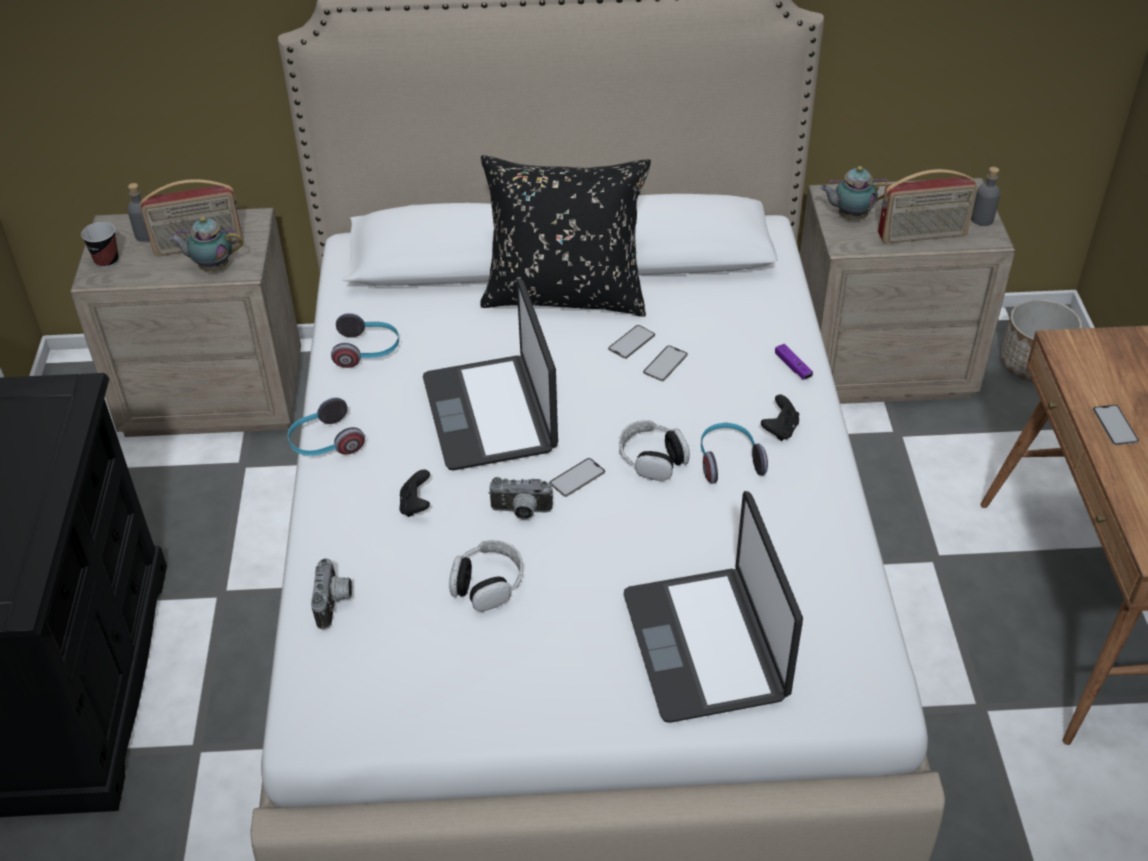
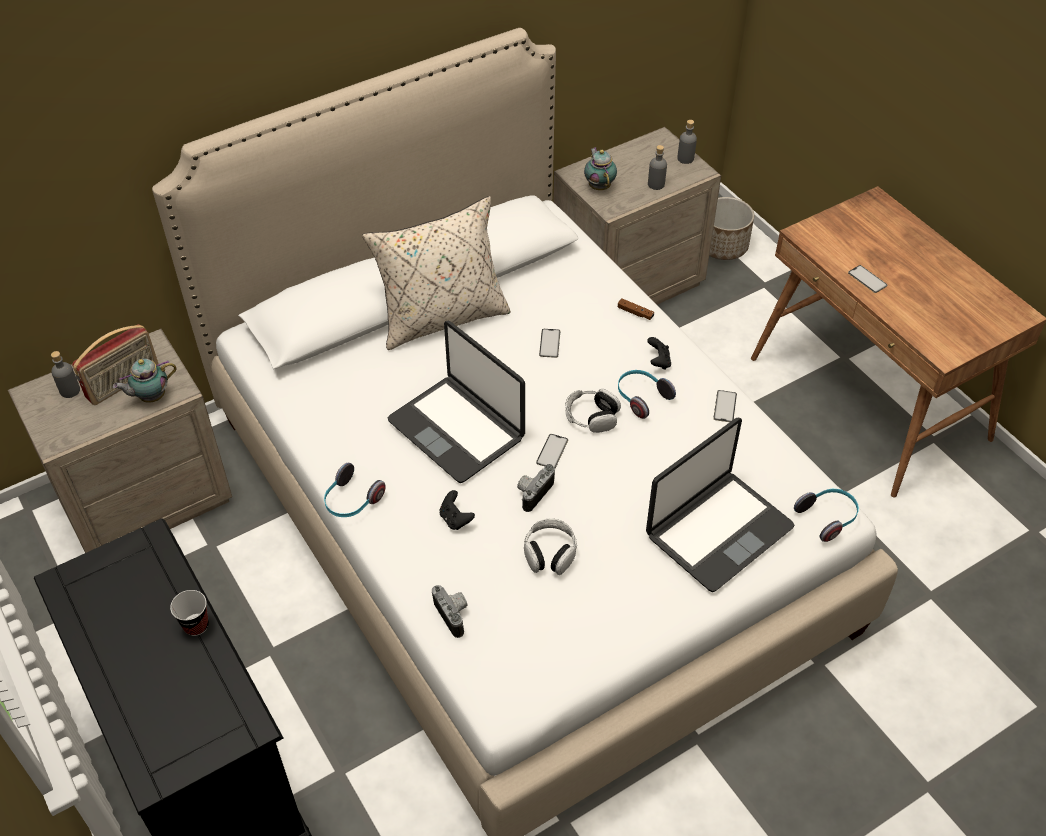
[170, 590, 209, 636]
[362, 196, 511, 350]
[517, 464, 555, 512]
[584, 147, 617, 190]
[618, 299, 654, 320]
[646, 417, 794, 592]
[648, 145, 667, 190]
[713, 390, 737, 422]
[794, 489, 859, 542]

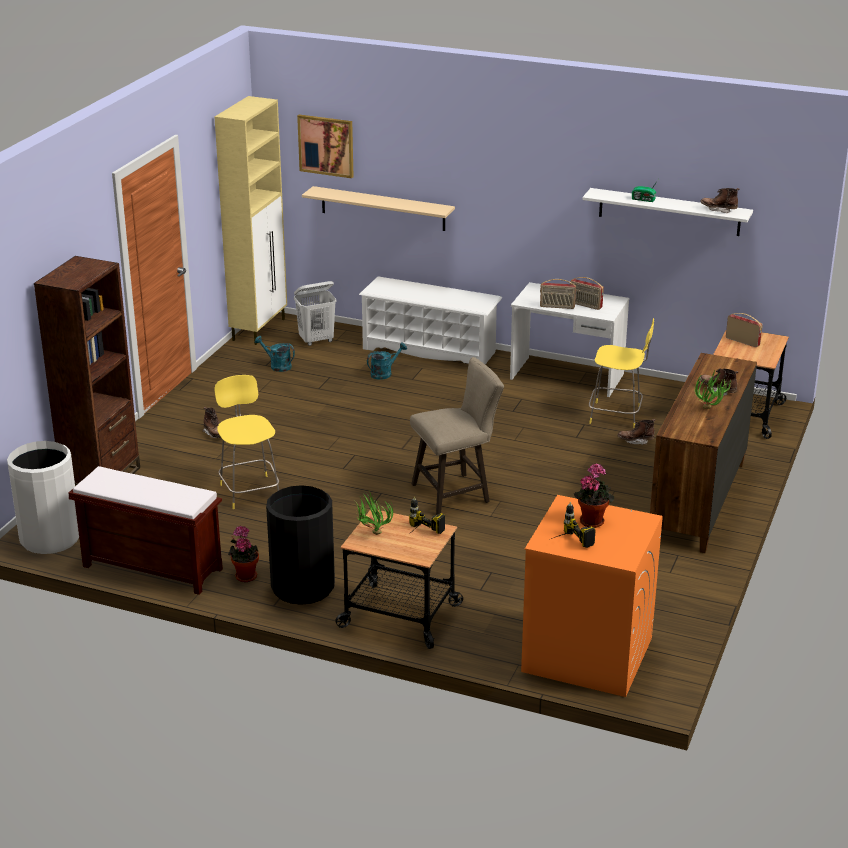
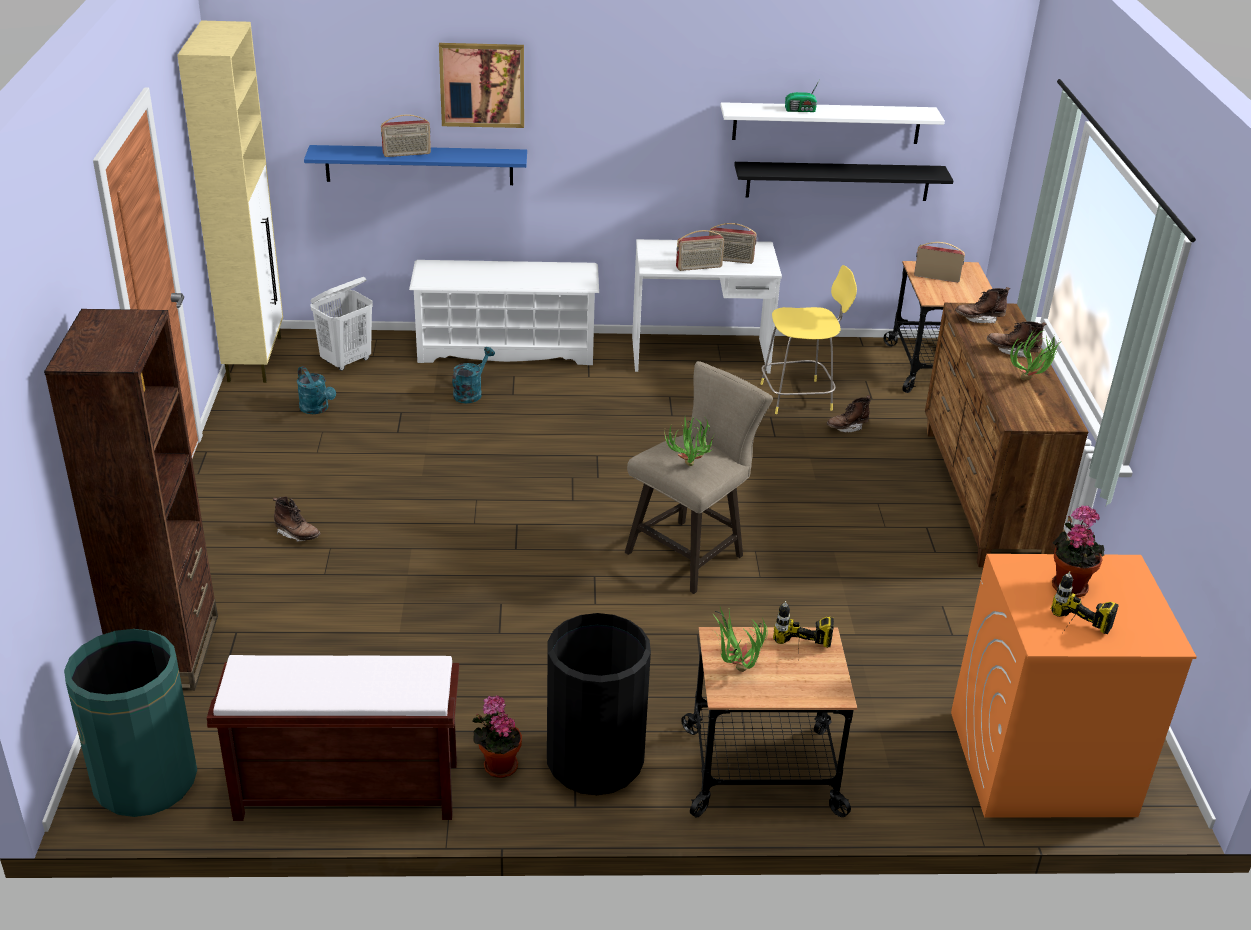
[64, 629, 197, 817]
[297, 366, 336, 414]
[304, 145, 527, 185]
[381, 114, 431, 157]
[439, 43, 524, 128]
[664, 415, 714, 466]
[734, 162, 954, 201]
[955, 287, 1010, 323]
[215, 375, 279, 509] (first image)

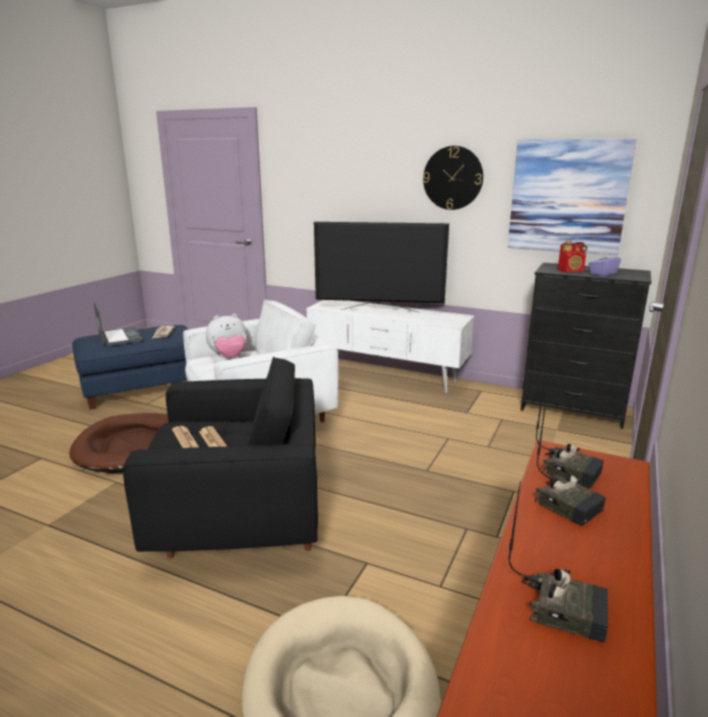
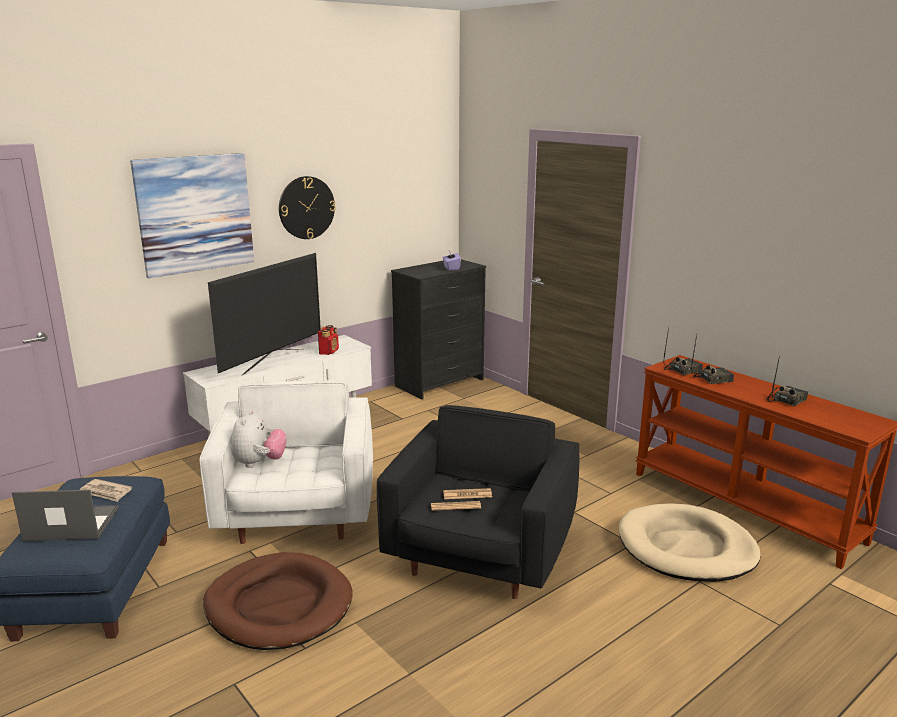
[130, 153, 254, 278]
[318, 325, 339, 355]

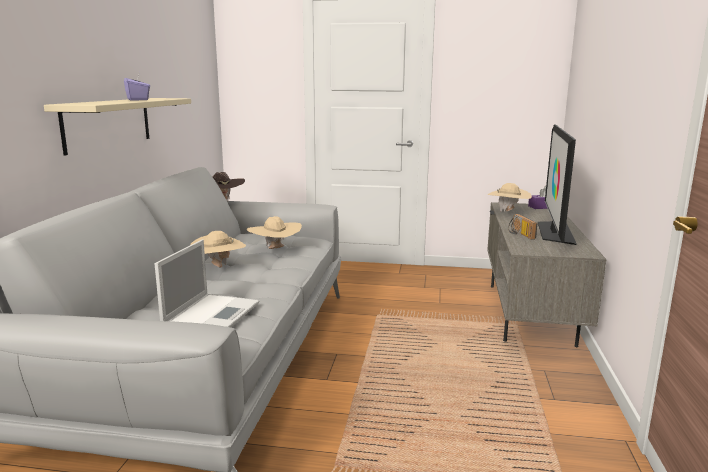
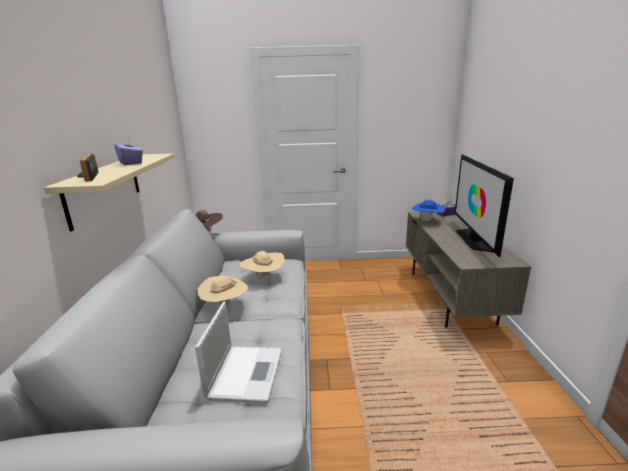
[77, 154, 99, 182]
[412, 200, 445, 222]

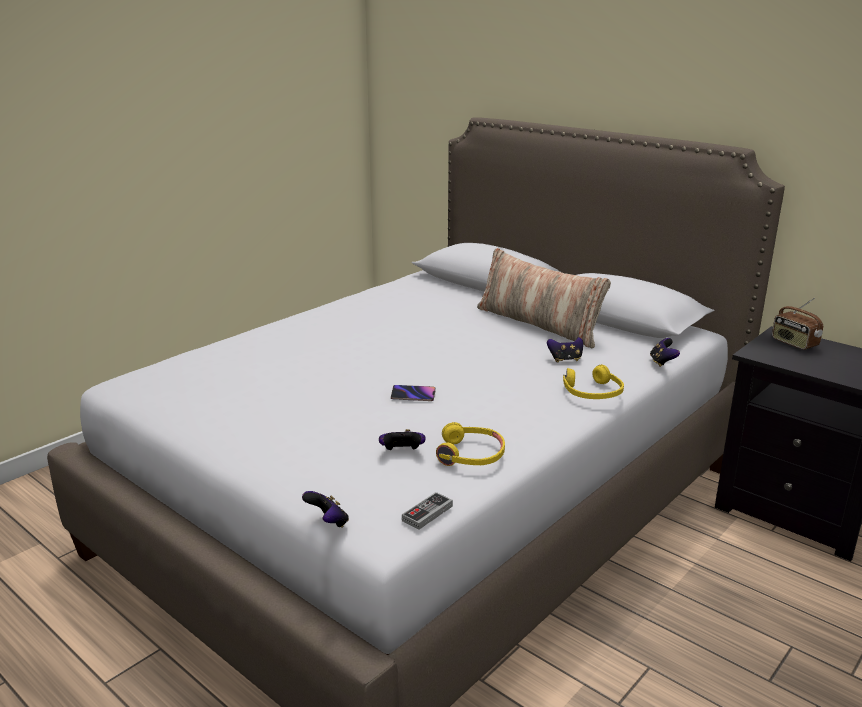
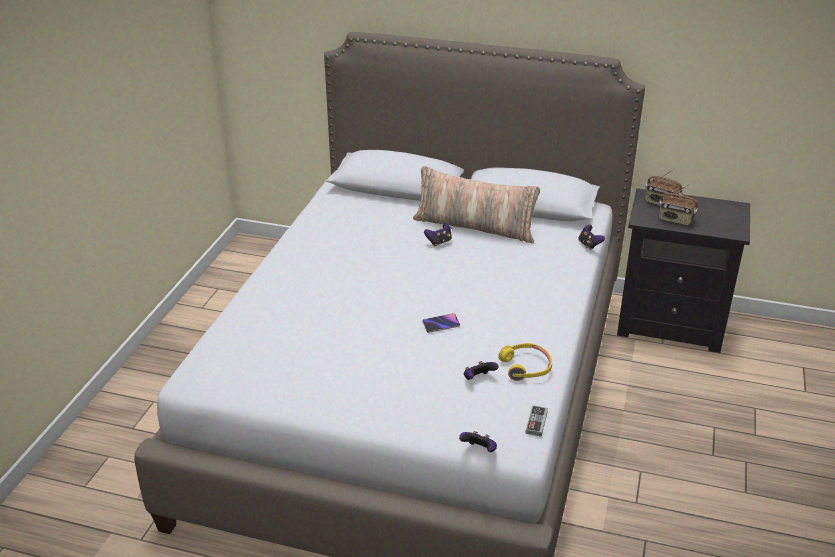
[424, 223, 452, 247]
[659, 185, 698, 225]
[563, 364, 624, 399] (first image)

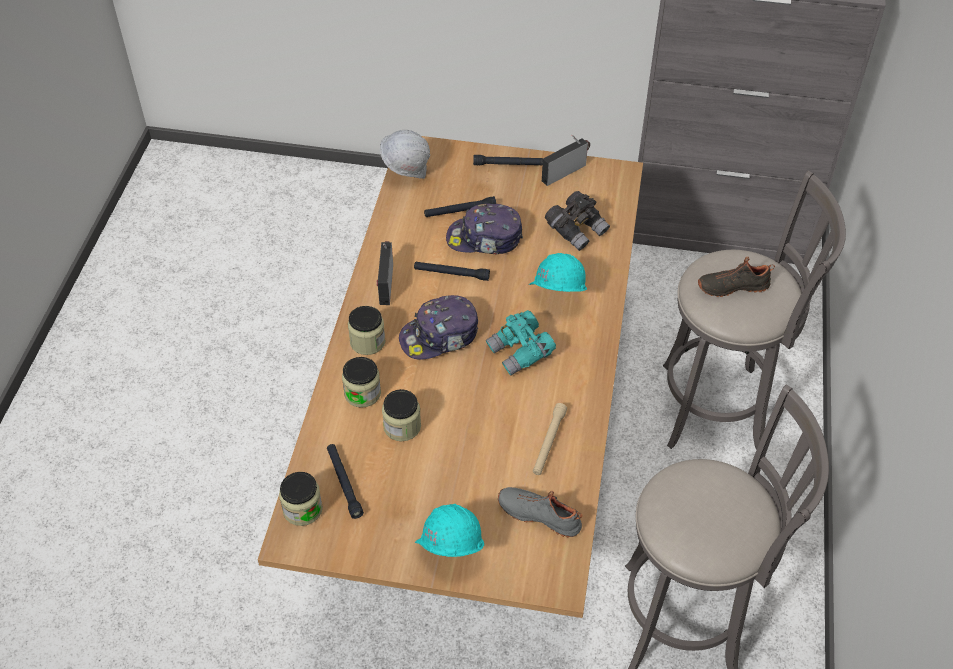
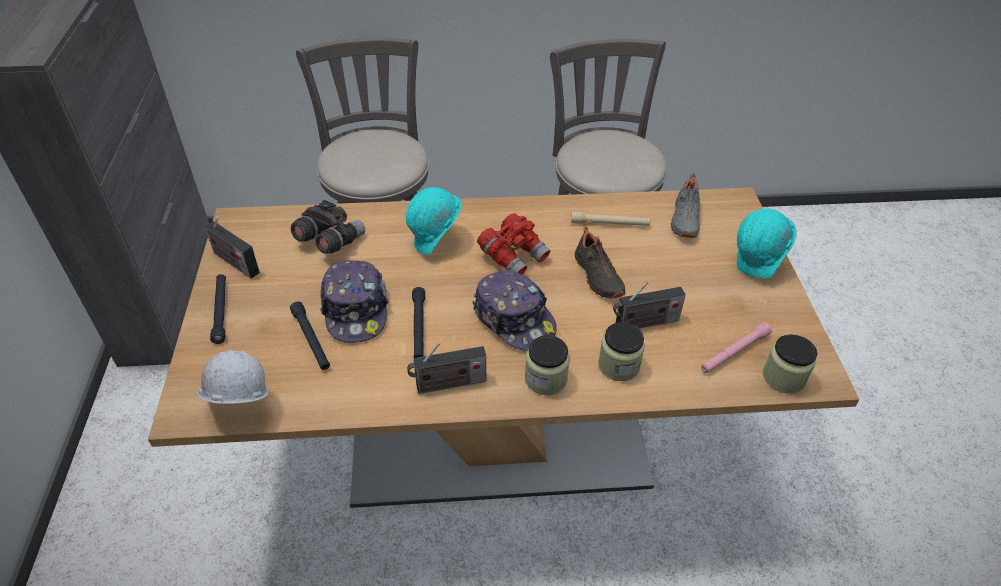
[477, 213, 550, 274]
[575, 227, 625, 298]
[613, 282, 686, 328]
[701, 322, 772, 373]

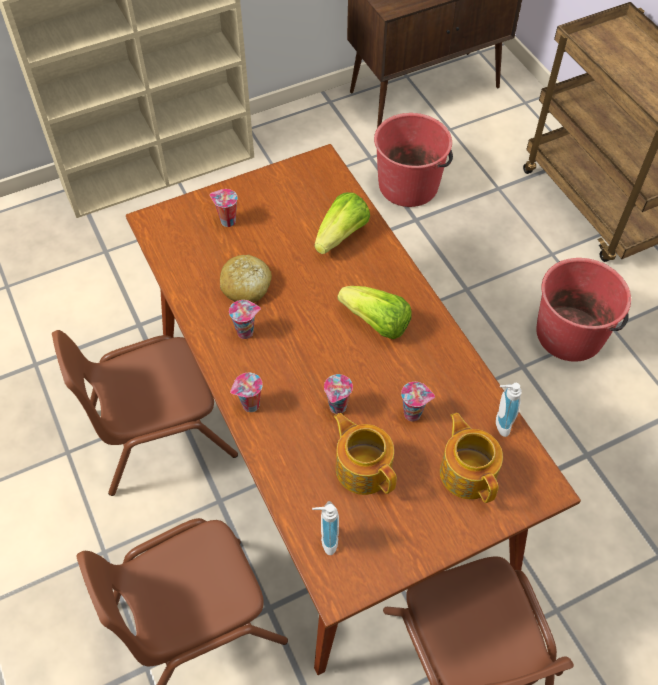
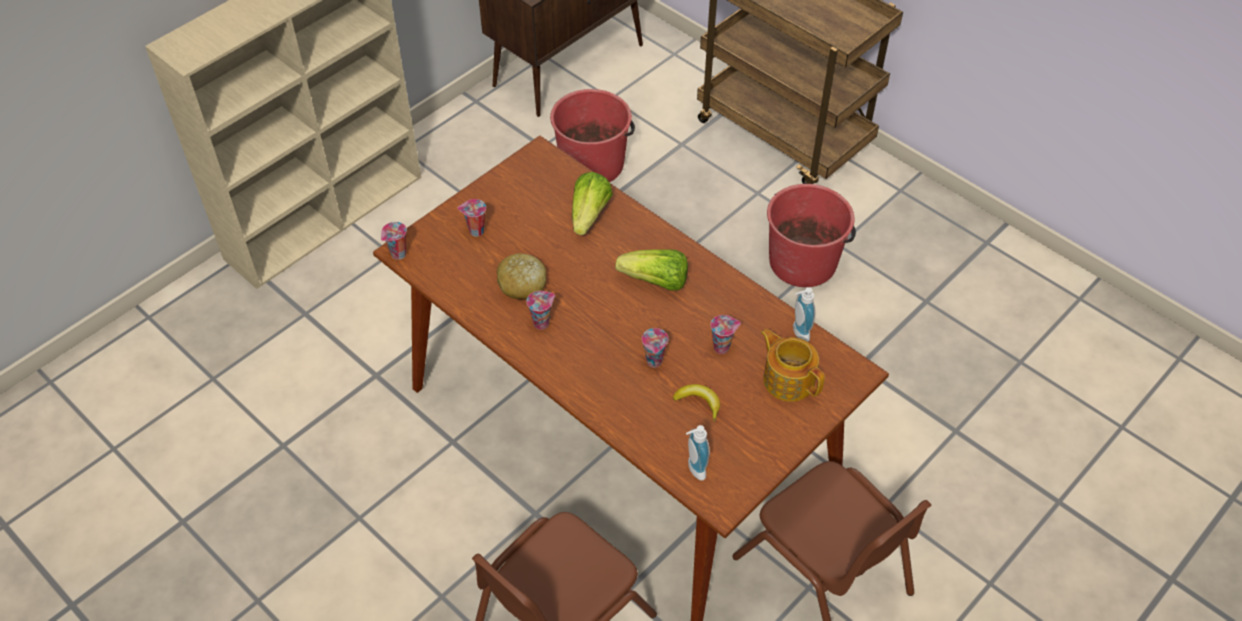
[381, 222, 407, 260]
[673, 384, 720, 422]
[52, 330, 238, 496] (first image)

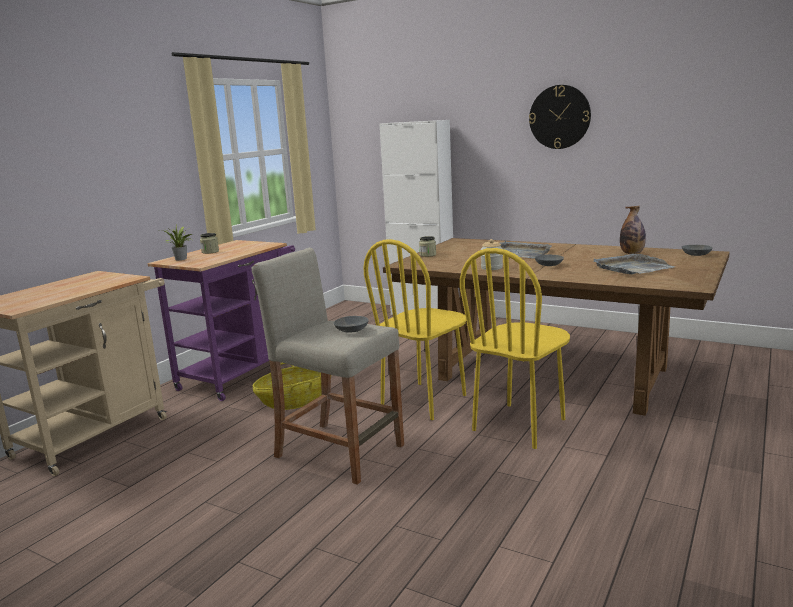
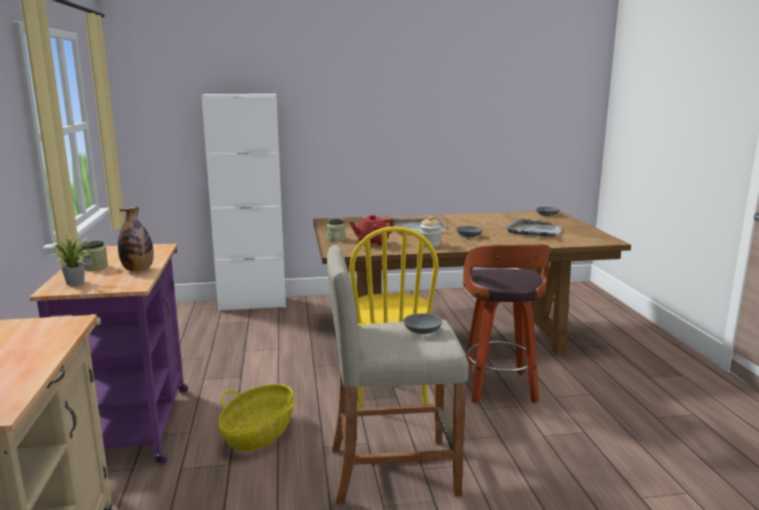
[118, 206, 154, 271]
[349, 215, 394, 246]
[463, 244, 551, 404]
[529, 85, 591, 149] (first image)

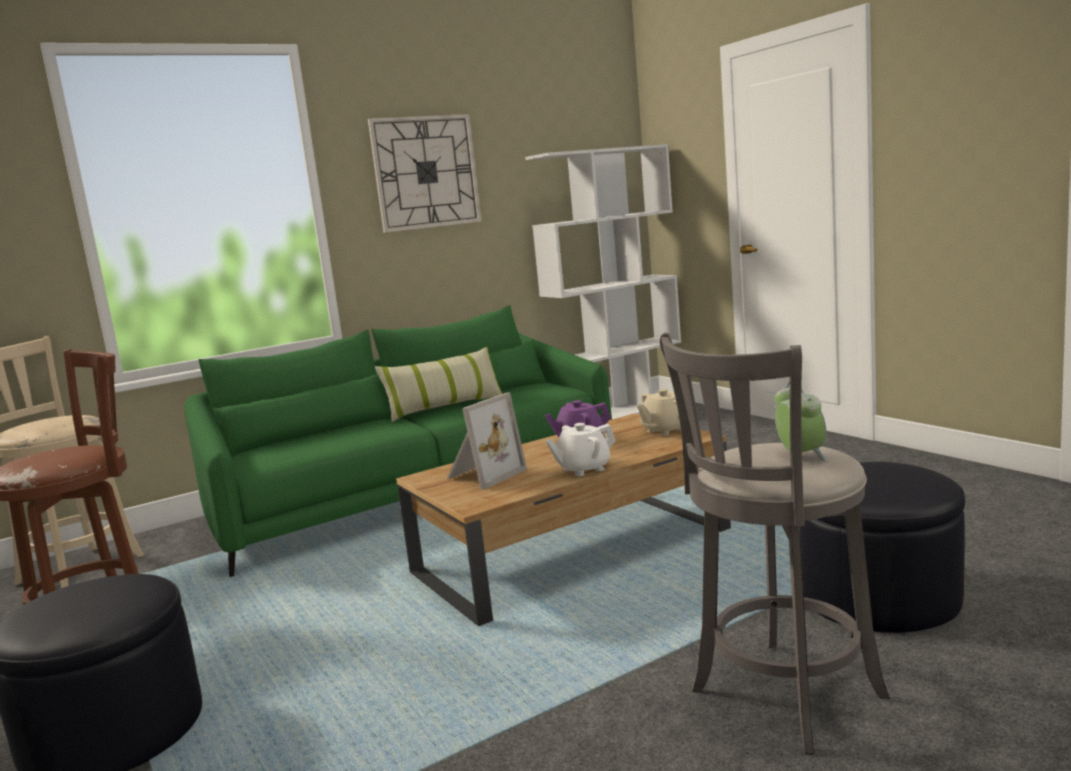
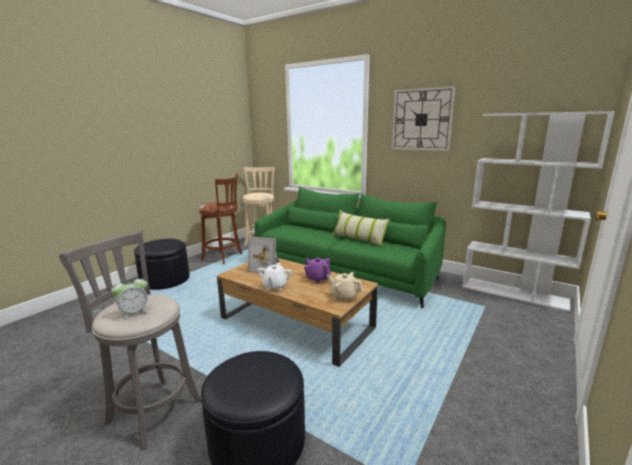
[258, 263, 292, 291]

